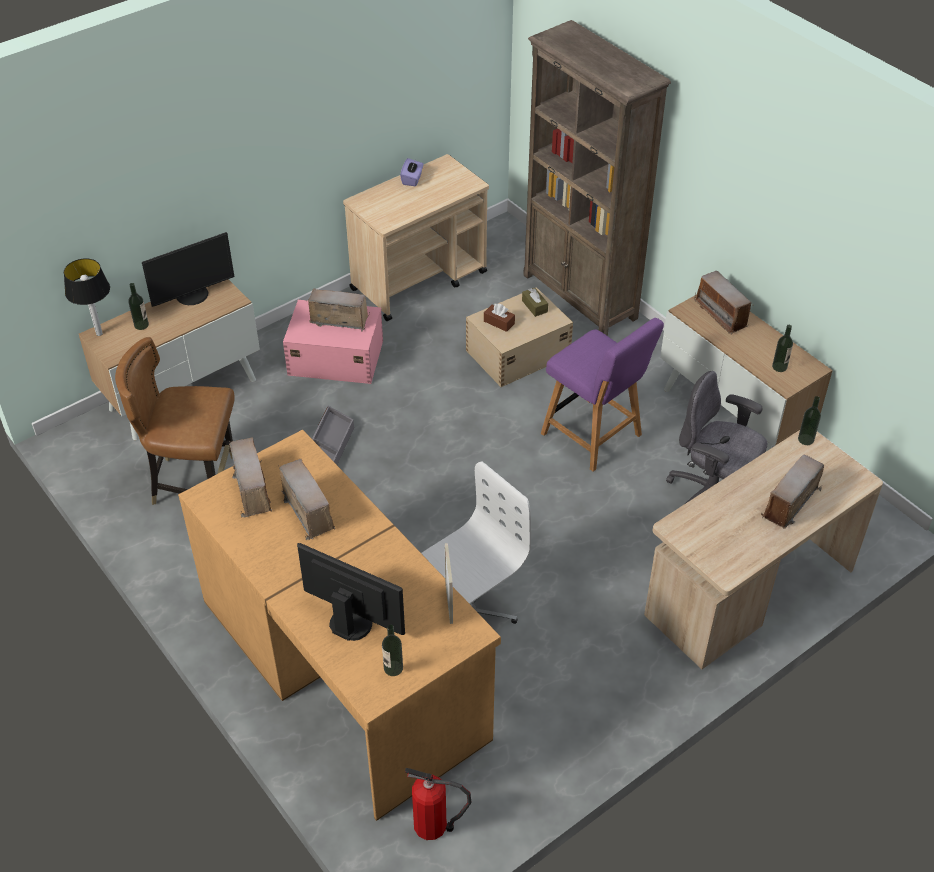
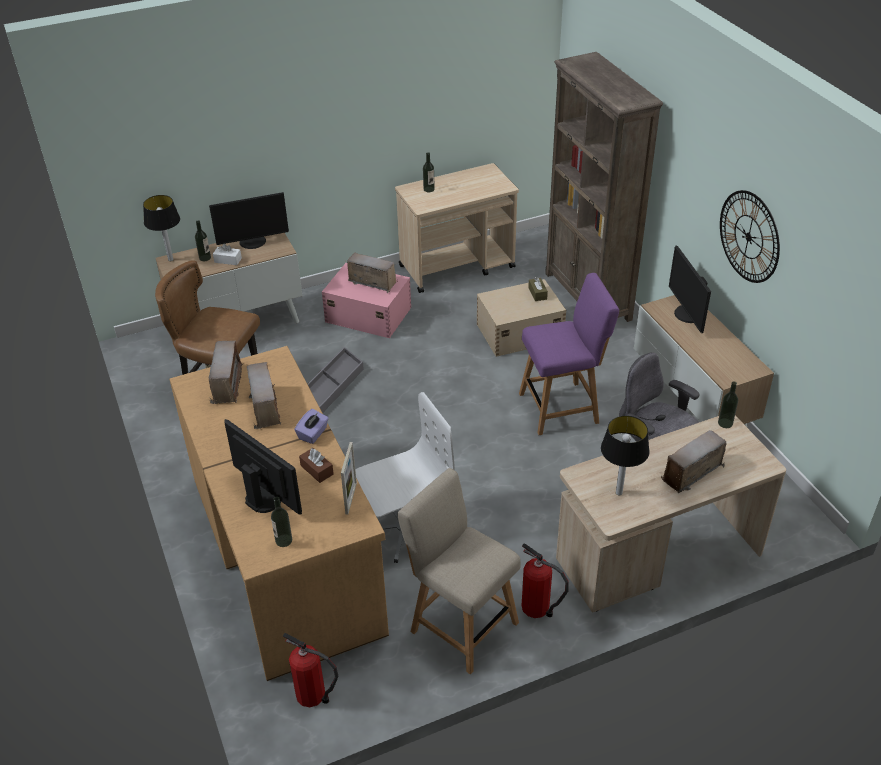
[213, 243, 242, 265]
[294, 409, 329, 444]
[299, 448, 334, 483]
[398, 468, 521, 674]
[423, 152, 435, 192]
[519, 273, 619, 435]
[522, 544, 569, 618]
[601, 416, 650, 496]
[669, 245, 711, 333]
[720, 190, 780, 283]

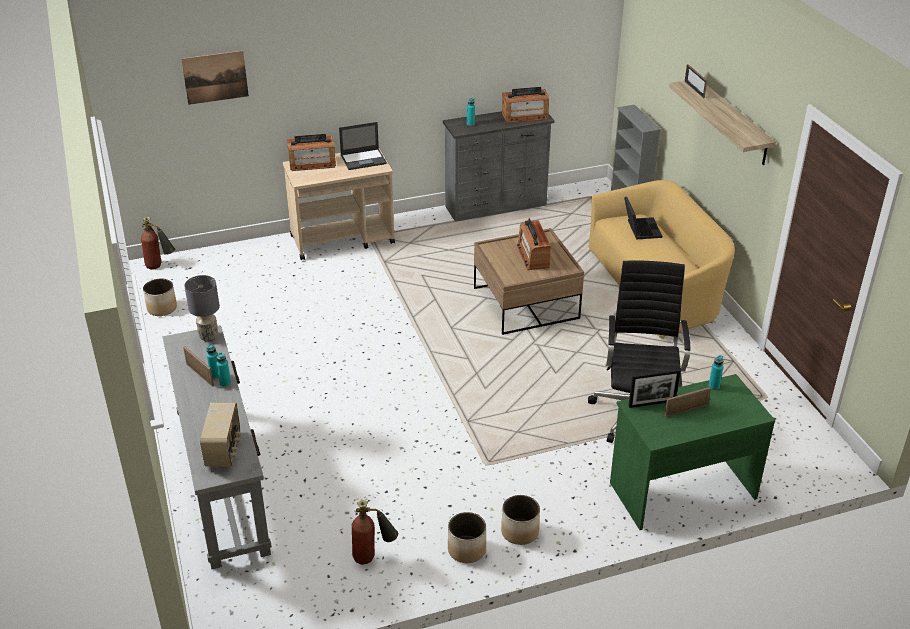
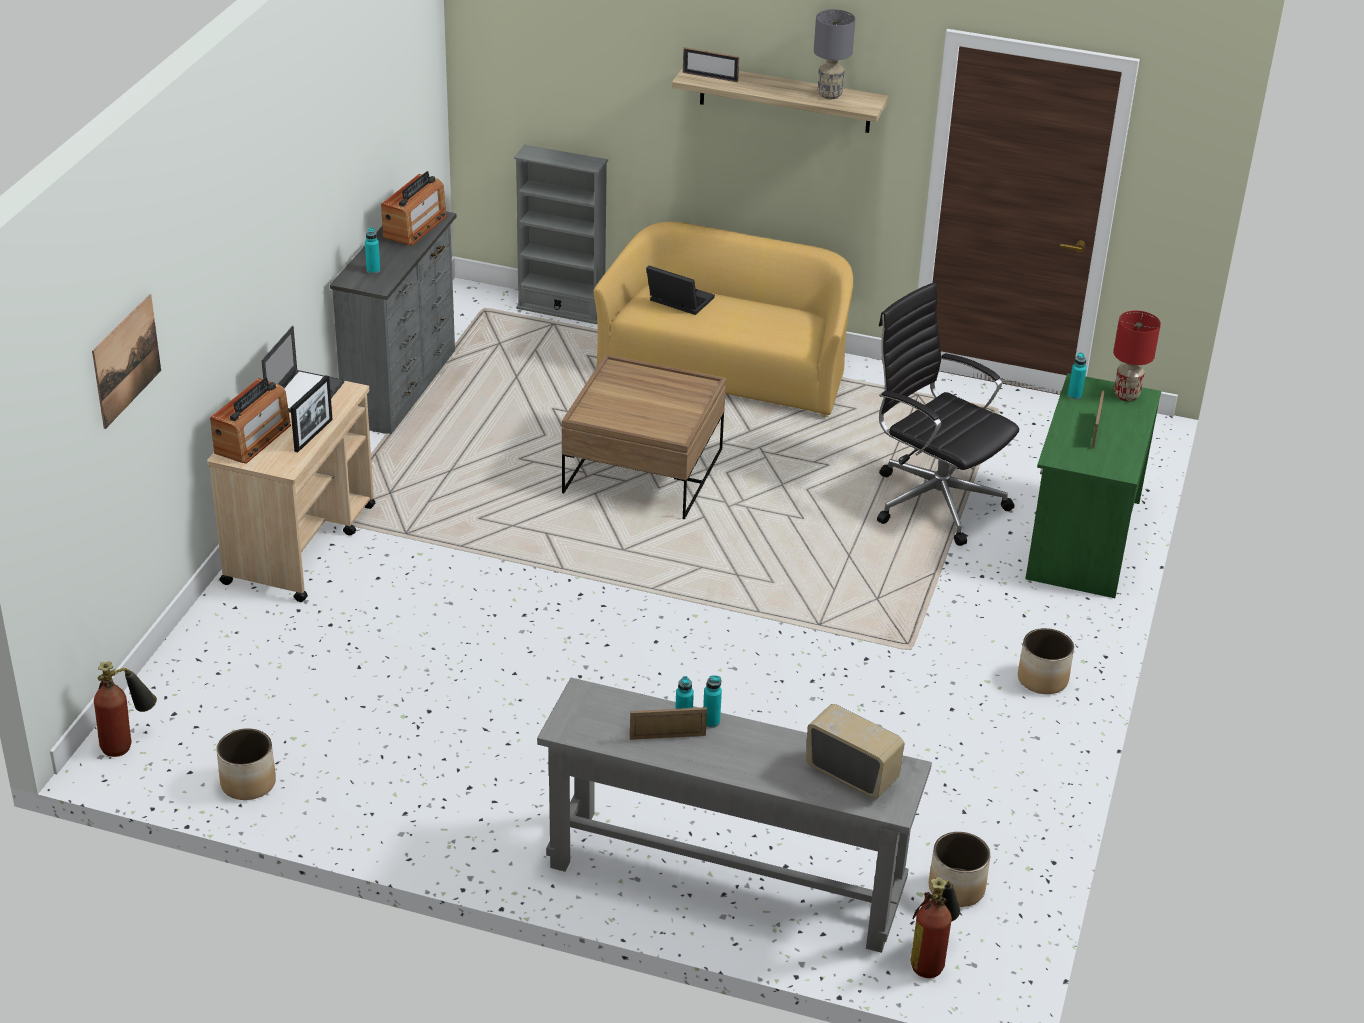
[290, 375, 333, 453]
[814, 9, 855, 99]
[911, 877, 960, 978]
[929, 832, 991, 907]
[1113, 310, 1161, 401]
[517, 218, 551, 270] (first image)

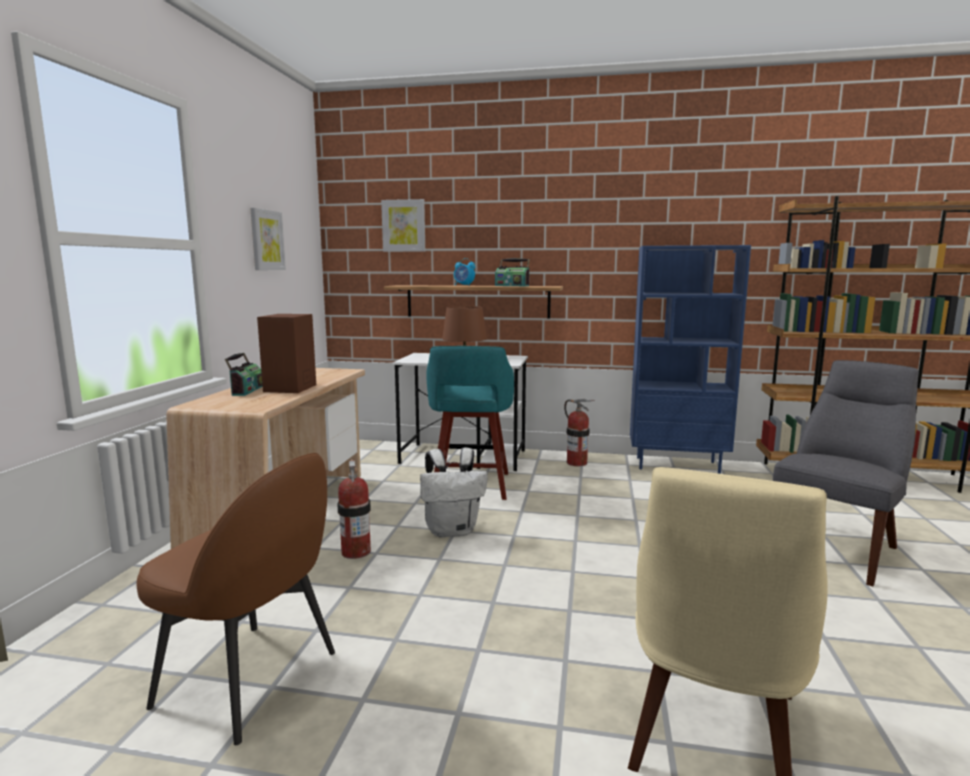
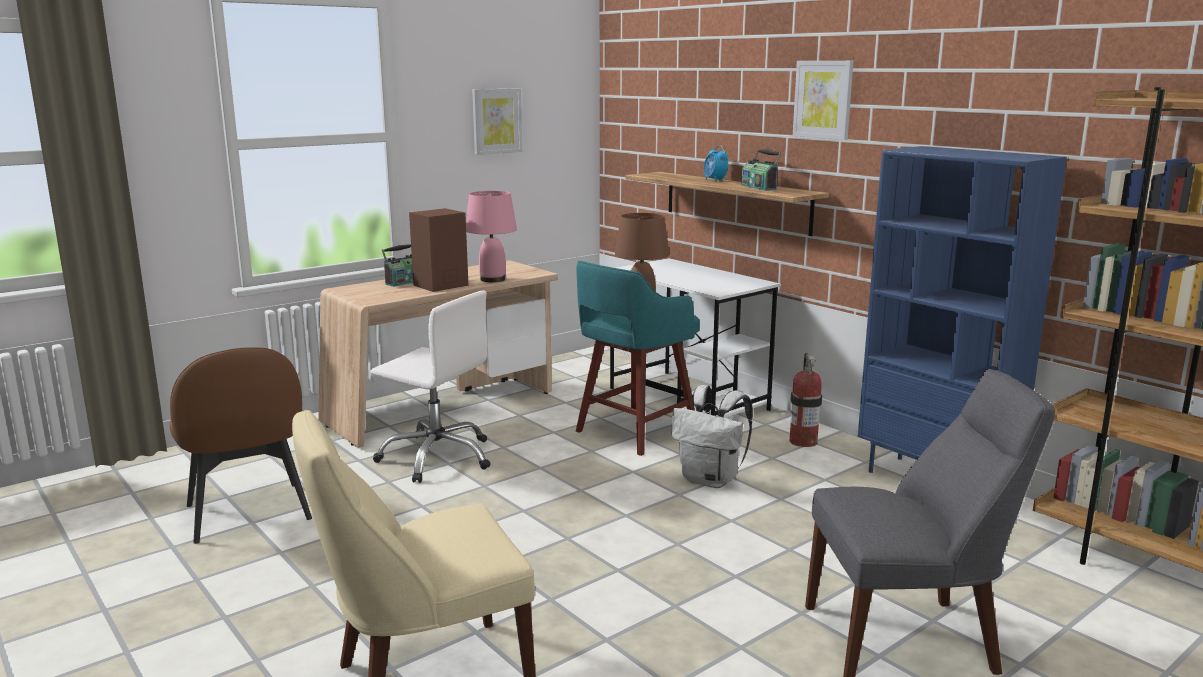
[370, 290, 491, 483]
[466, 191, 517, 282]
[671, 385, 753, 488]
[793, 61, 853, 140]

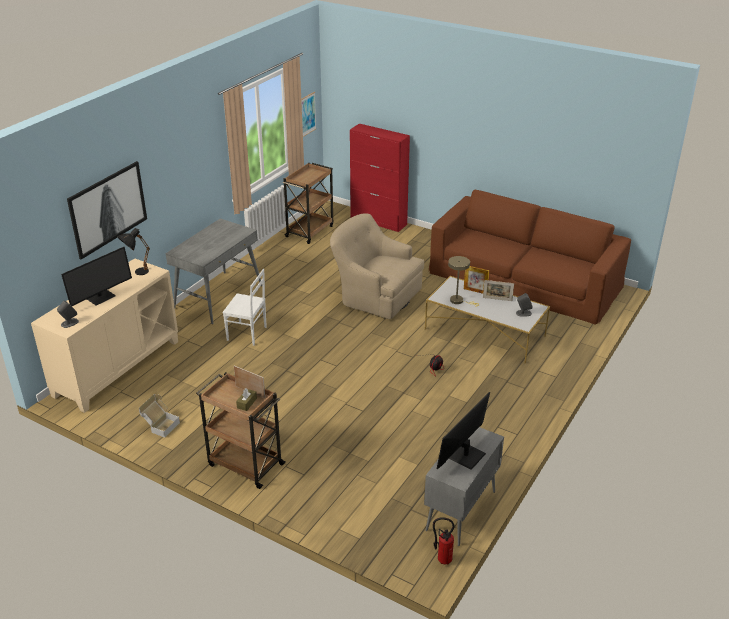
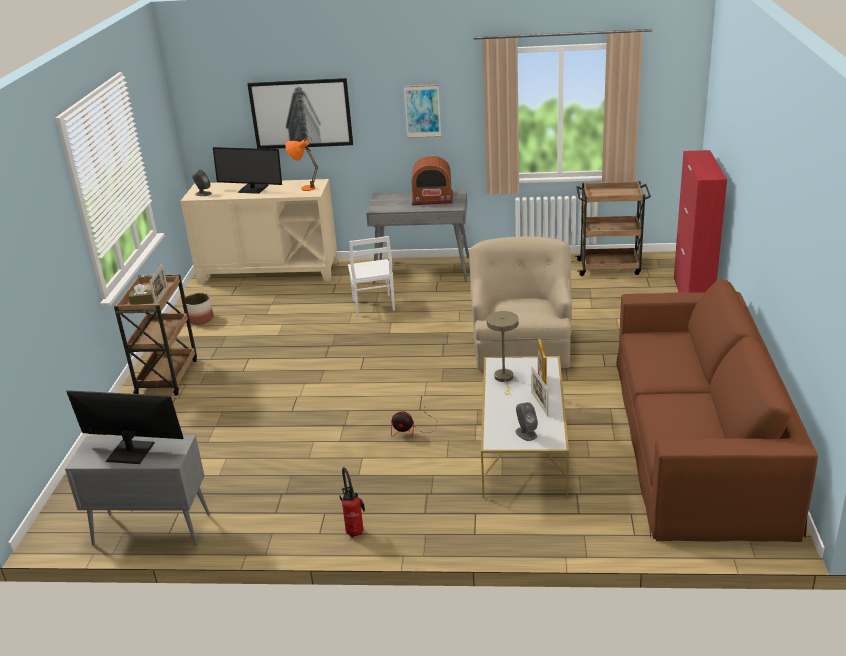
[185, 293, 213, 325]
[285, 139, 318, 191]
[339, 467, 365, 537]
[404, 85, 441, 138]
[411, 156, 453, 205]

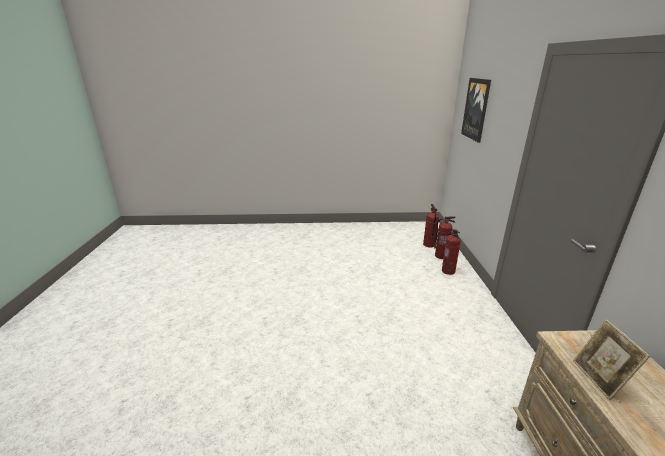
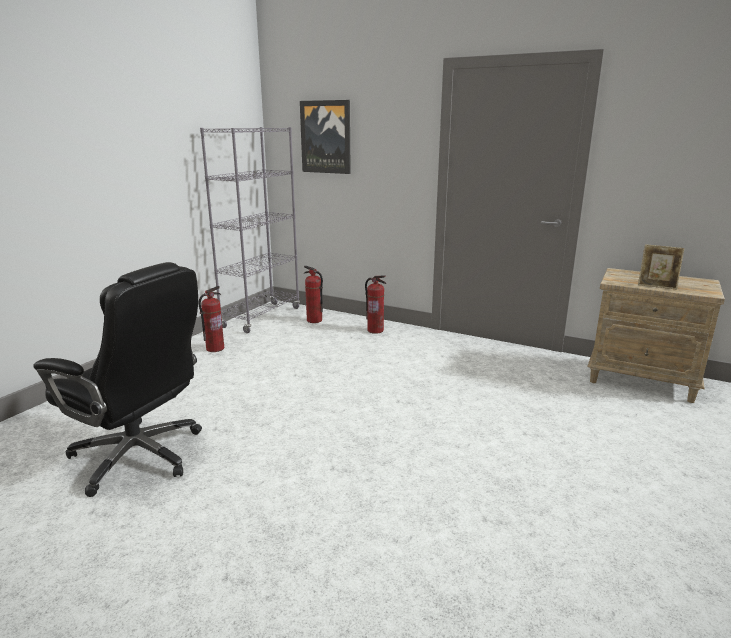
[33, 262, 202, 497]
[199, 286, 224, 352]
[200, 127, 300, 333]

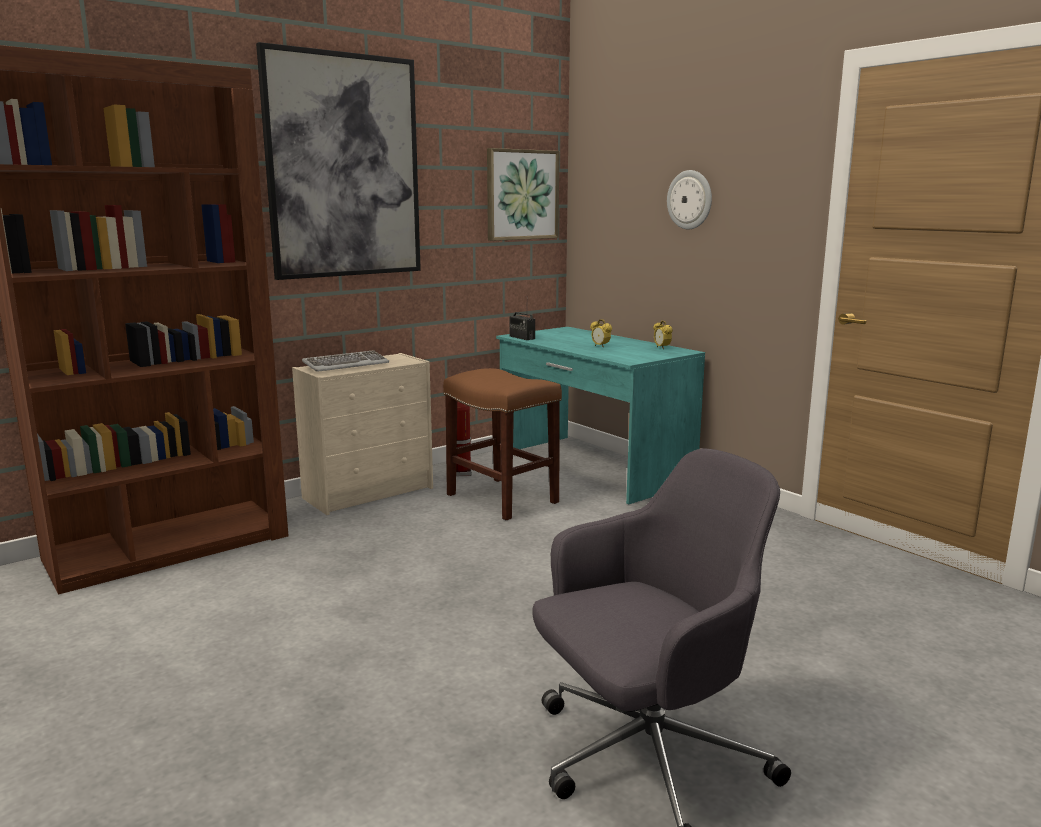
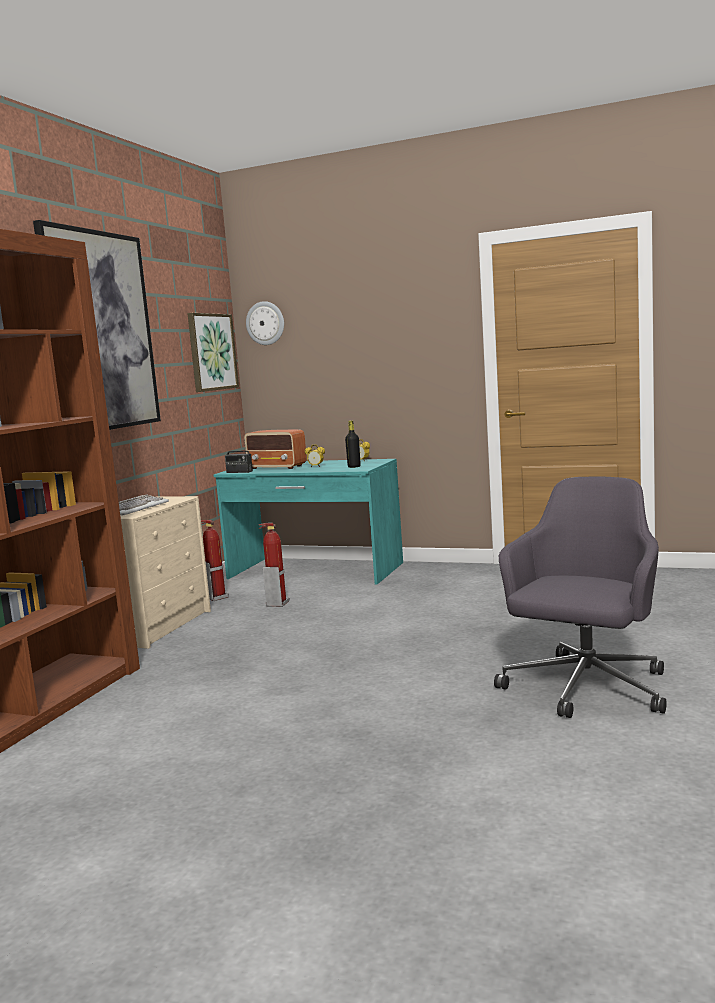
[244, 429, 307, 469]
[246, 301, 284, 345]
[259, 523, 289, 607]
[345, 420, 361, 468]

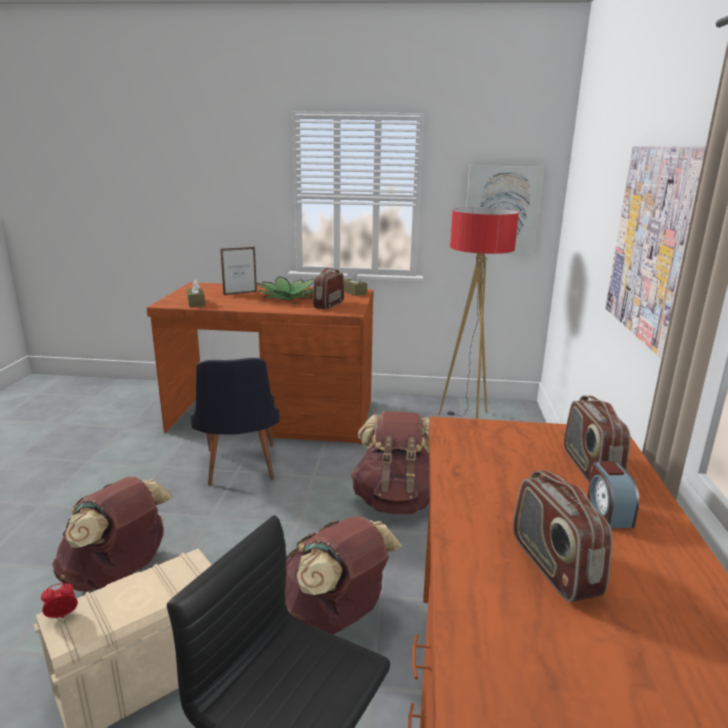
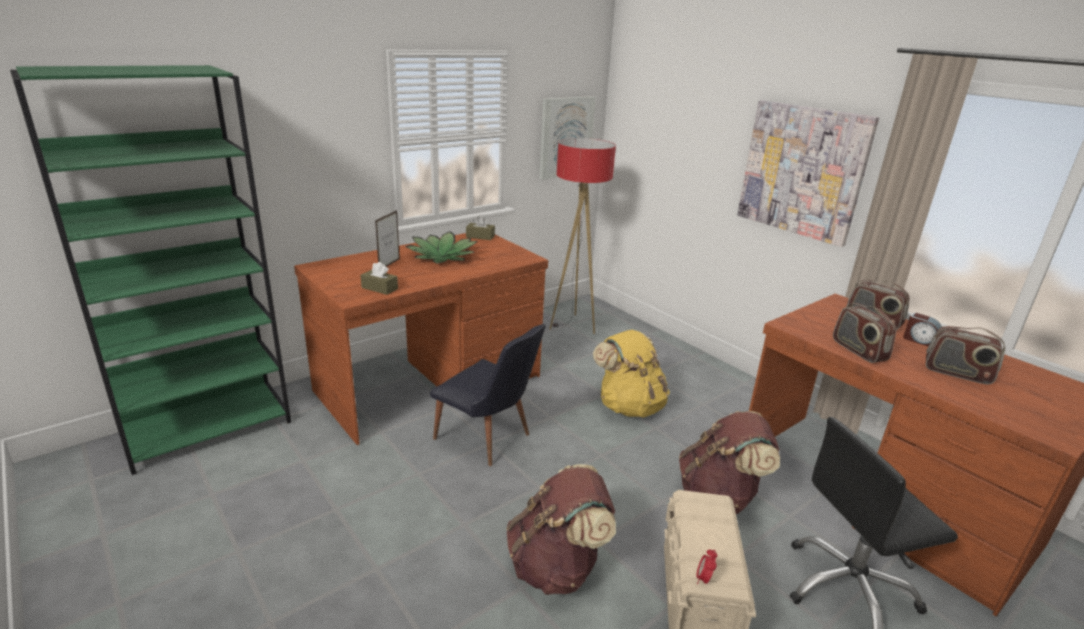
[10, 65, 291, 475]
[593, 330, 670, 418]
[833, 303, 896, 363]

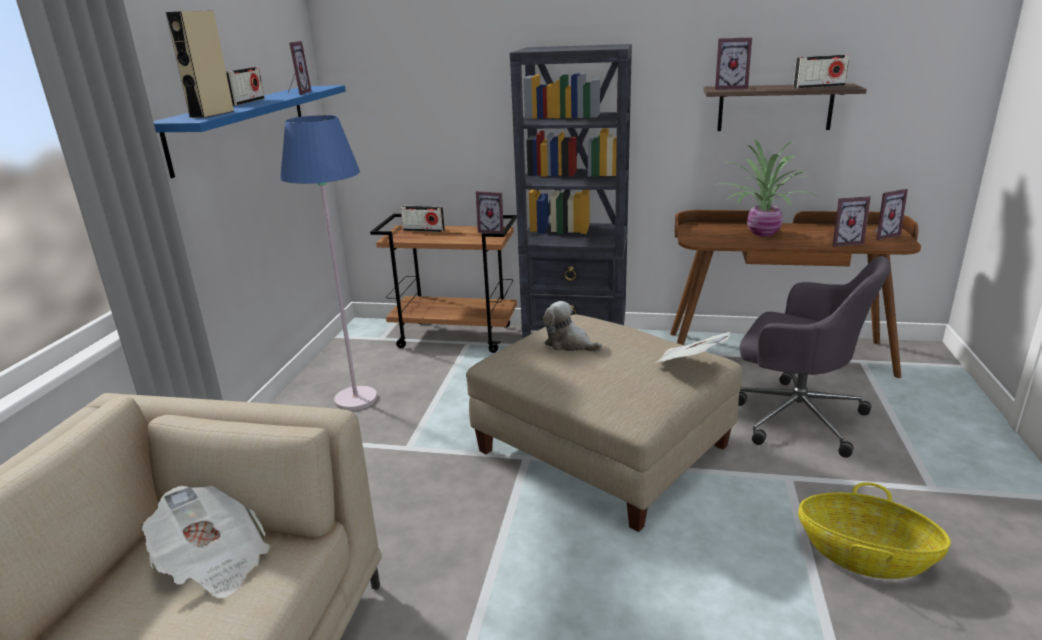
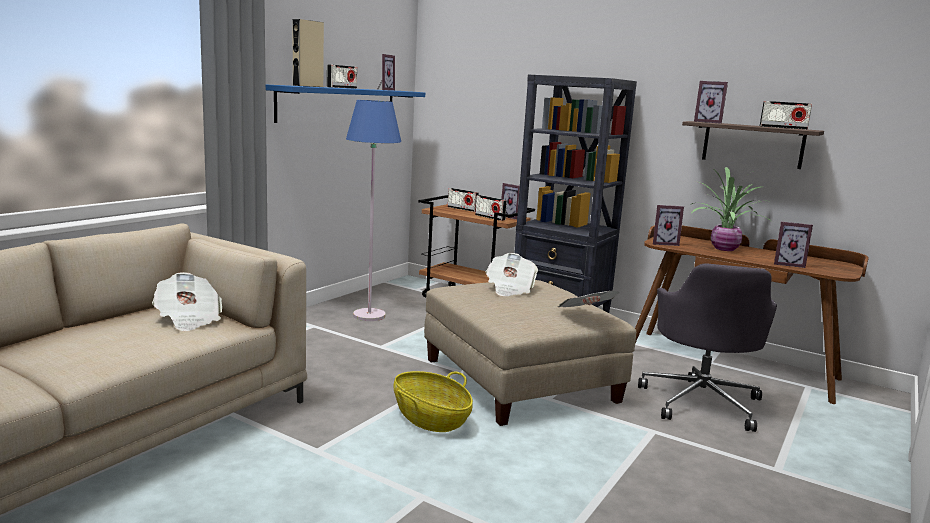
[393, 371, 473, 432]
[475, 195, 507, 221]
[486, 253, 538, 296]
[638, 263, 777, 432]
[653, 205, 684, 246]

